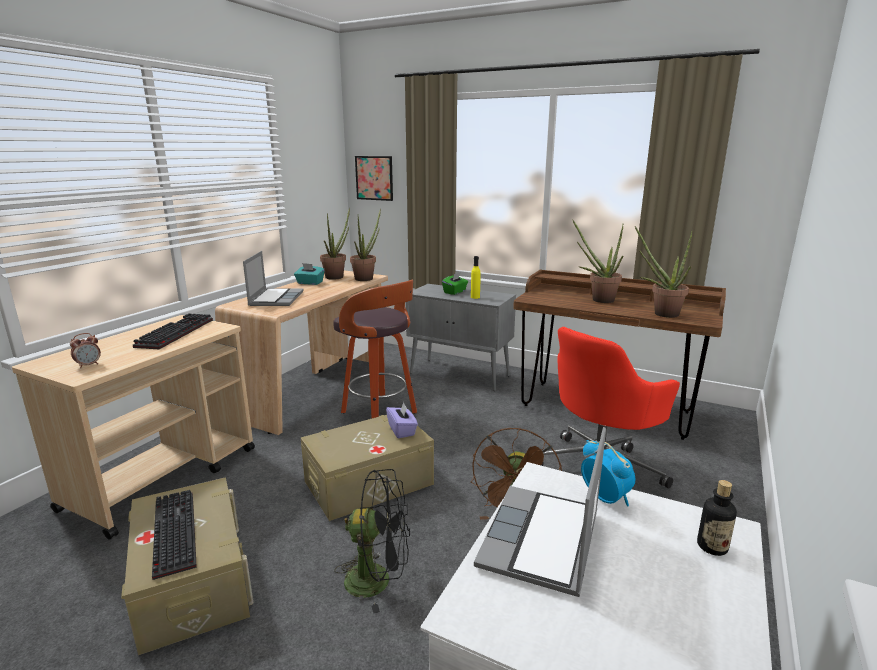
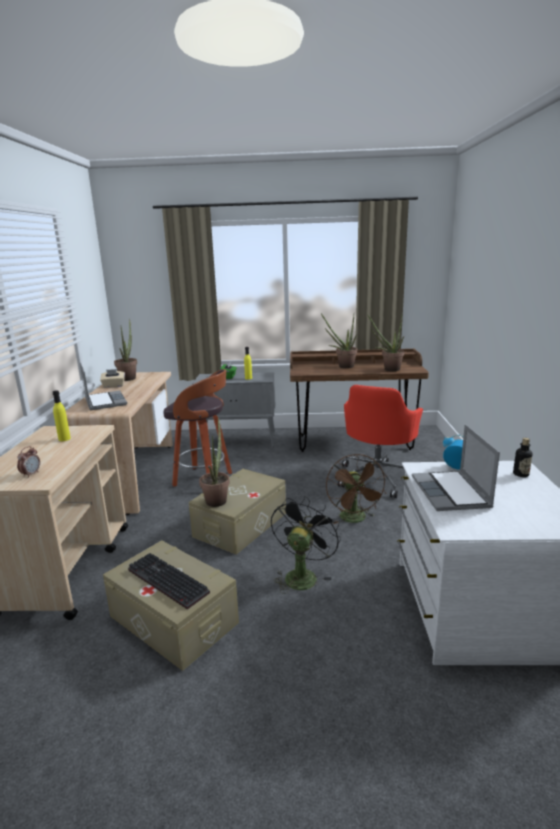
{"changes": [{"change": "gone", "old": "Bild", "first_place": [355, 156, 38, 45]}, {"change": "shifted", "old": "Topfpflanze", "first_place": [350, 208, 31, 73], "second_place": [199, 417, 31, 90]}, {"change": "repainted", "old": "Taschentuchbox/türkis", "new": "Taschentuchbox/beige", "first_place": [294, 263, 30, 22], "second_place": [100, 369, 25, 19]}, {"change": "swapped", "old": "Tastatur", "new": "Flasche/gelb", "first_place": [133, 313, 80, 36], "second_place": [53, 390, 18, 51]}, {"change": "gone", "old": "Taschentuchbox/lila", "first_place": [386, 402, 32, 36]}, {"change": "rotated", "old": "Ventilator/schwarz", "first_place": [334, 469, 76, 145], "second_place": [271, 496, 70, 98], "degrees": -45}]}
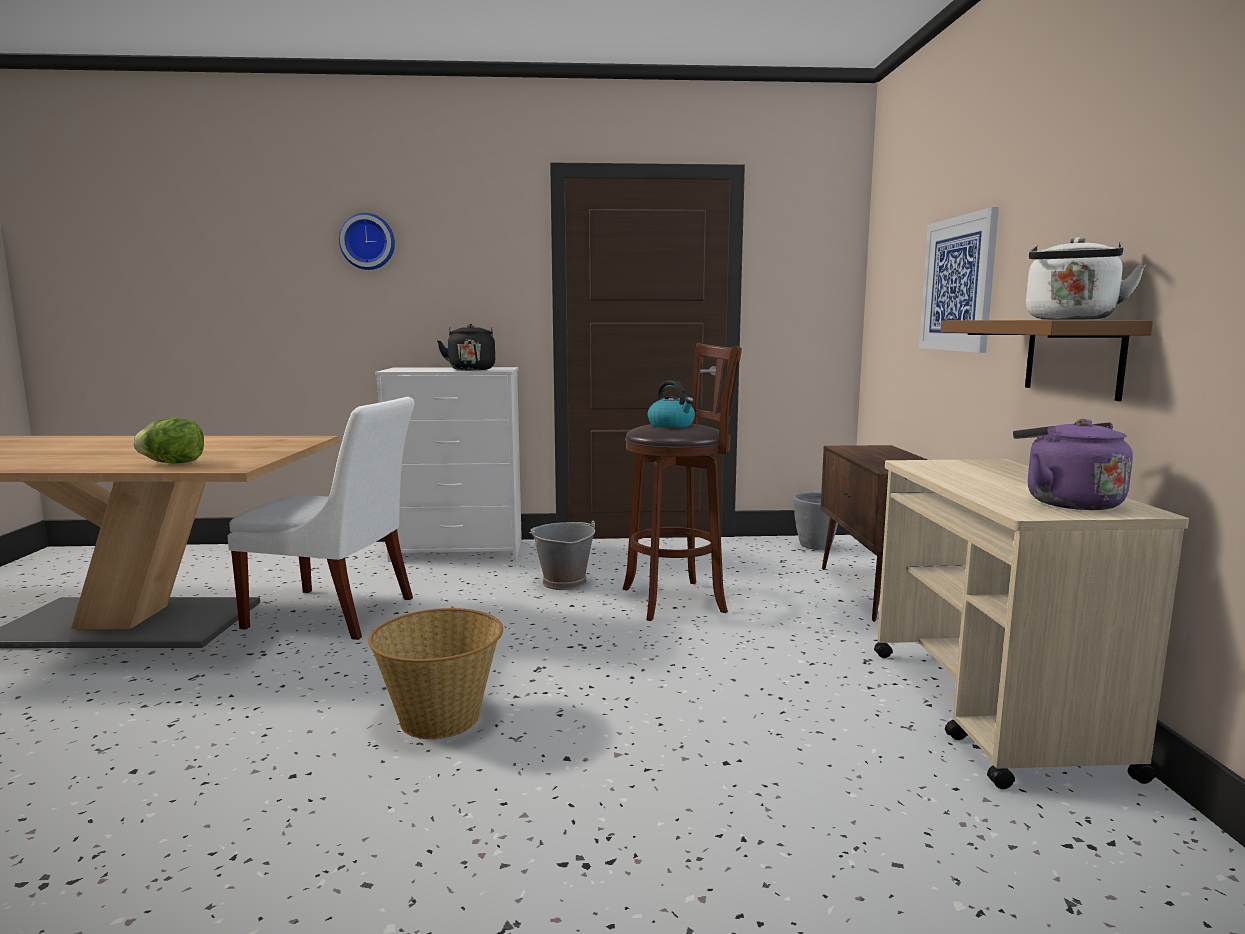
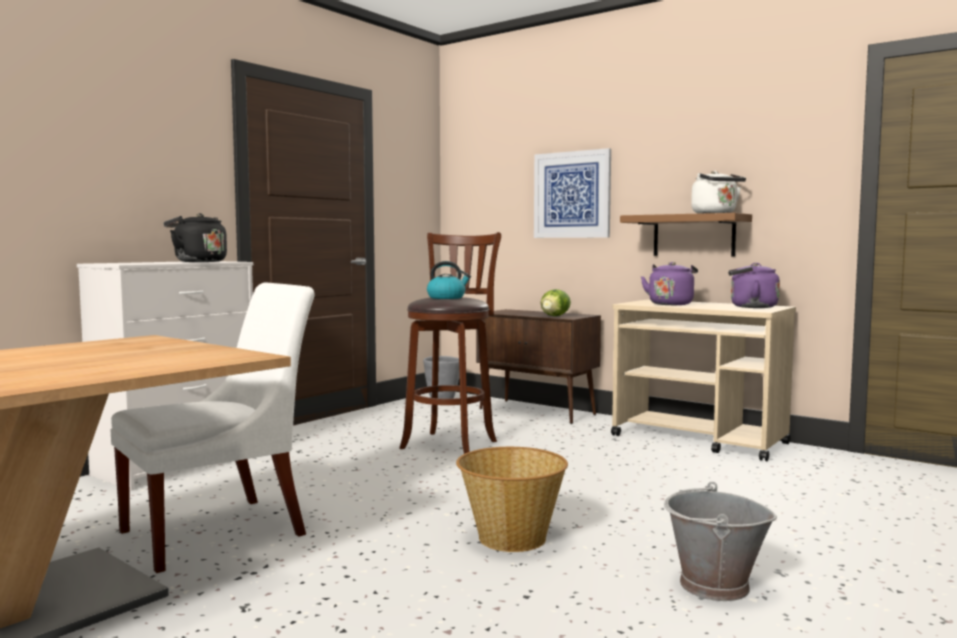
{"changes": [{"change": "gone", "old": "Wanduhr", "first_place": [339, 213, 56, 57]}, {"change": "shifted", "old": "Salatkopf", "first_place": [133, 418, 71, 46], "second_place": [541, 289, 30, 27]}, {"change": "shifted", "old": "Eimer/grau", "first_place": [530, 521, 65, 69], "second_place": [664, 482, 113, 119]}, {"change": "new", "new": "Wasserkessel/lila", "second_place": [641, 262, 57, 43]}]}
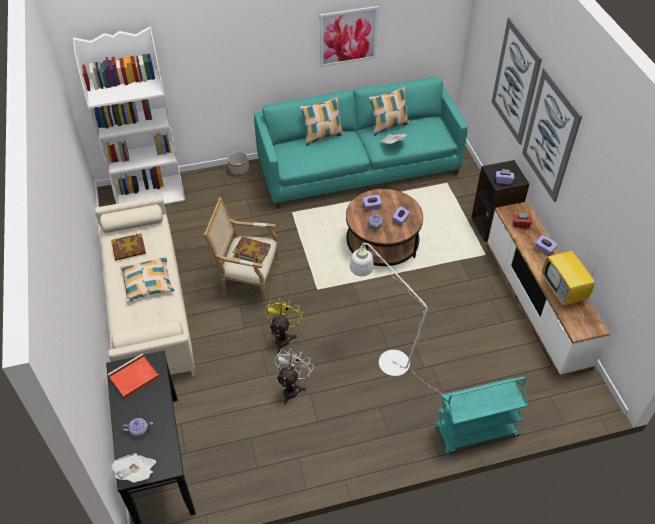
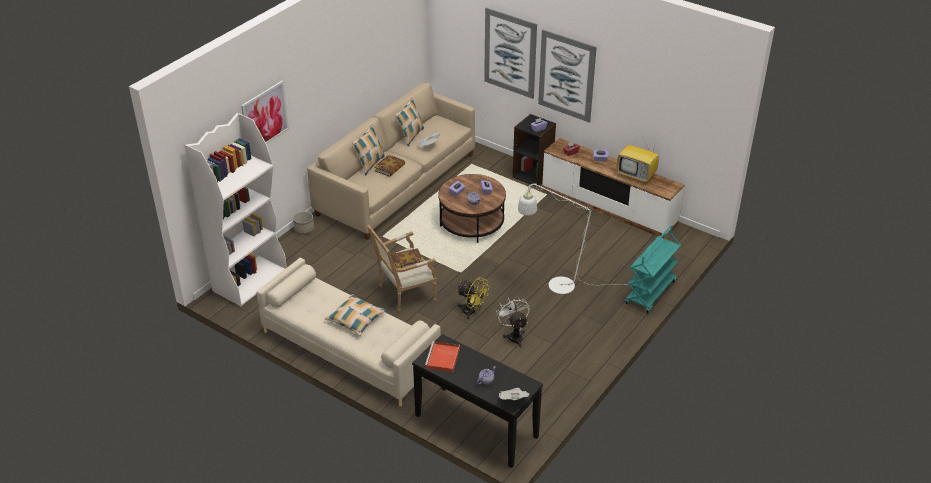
{"changes": [{"change": "shifted", "old": "Bild", "first_place": [320, 6, 59, 61], "second_place": [241, 81, 48, 63]}, {"change": "repainted", "old": "Sofa/türkis", "new": "Sofa/beige", "first_place": [254, 77, 214, 132], "second_place": [307, 83, 168, 157]}, {"change": "shifted", "old": "Buch", "first_place": [111, 233, 35, 27], "second_place": [374, 155, 31, 22]}, {"change": "rotated", "old": "Ventilator/gelb", "first_place": [265, 298, 38, 55], "second_place": [456, 277, 34, 42], "degrees": 150}]}
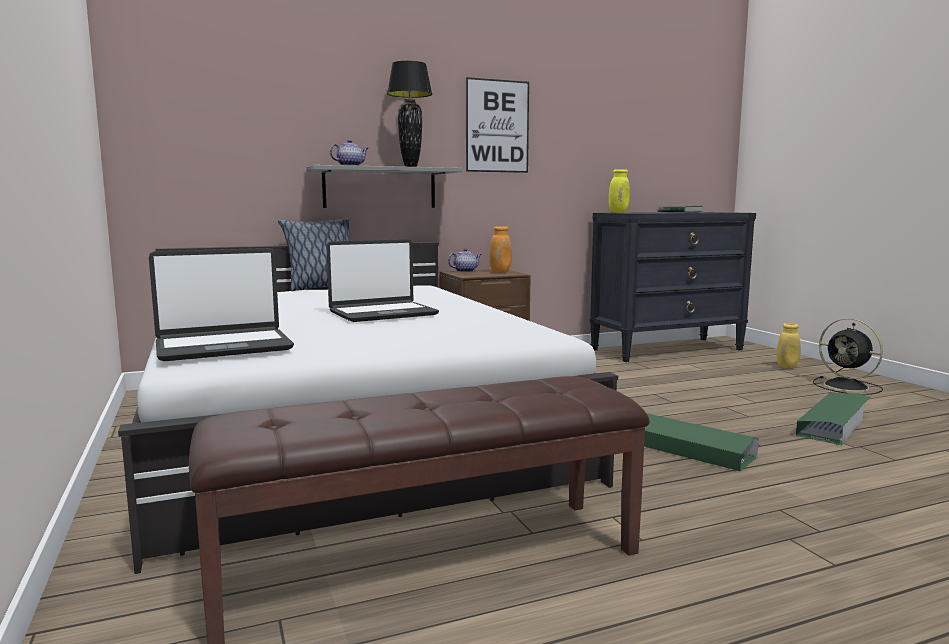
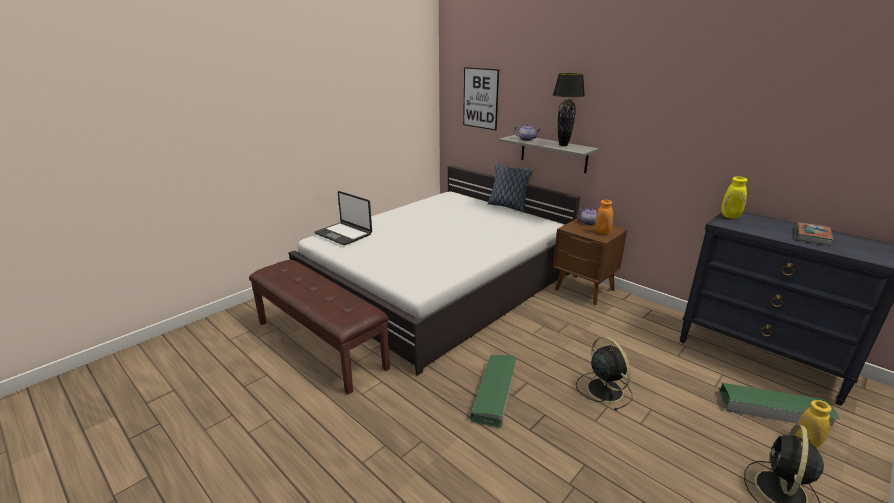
{"changes": [{"change": "shifted", "old": "Bild", "first_place": [466, 77, 63, 96], "second_place": [463, 67, 36, 63]}, {"change": "gone", "old": "Laptop", "first_place": [326, 239, 113, 83]}, {"change": "shifted", "old": "Aufbewahrungsbox/grün", "first_place": [796, 393, 74, 52], "second_place": [720, 383, 120, 43]}, {"change": "new", "new": "Ventilator/schwarz", "second_place": [576, 337, 56, 74]}]}
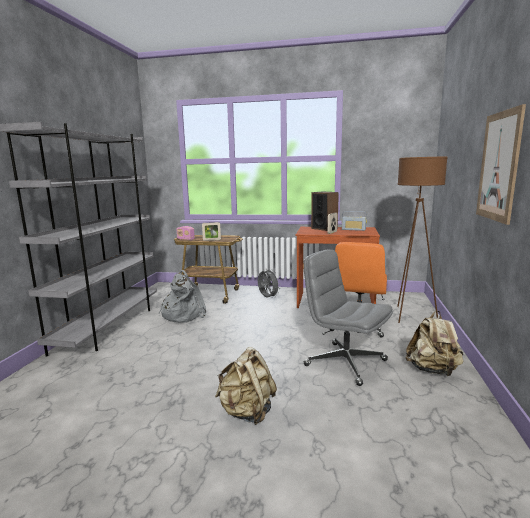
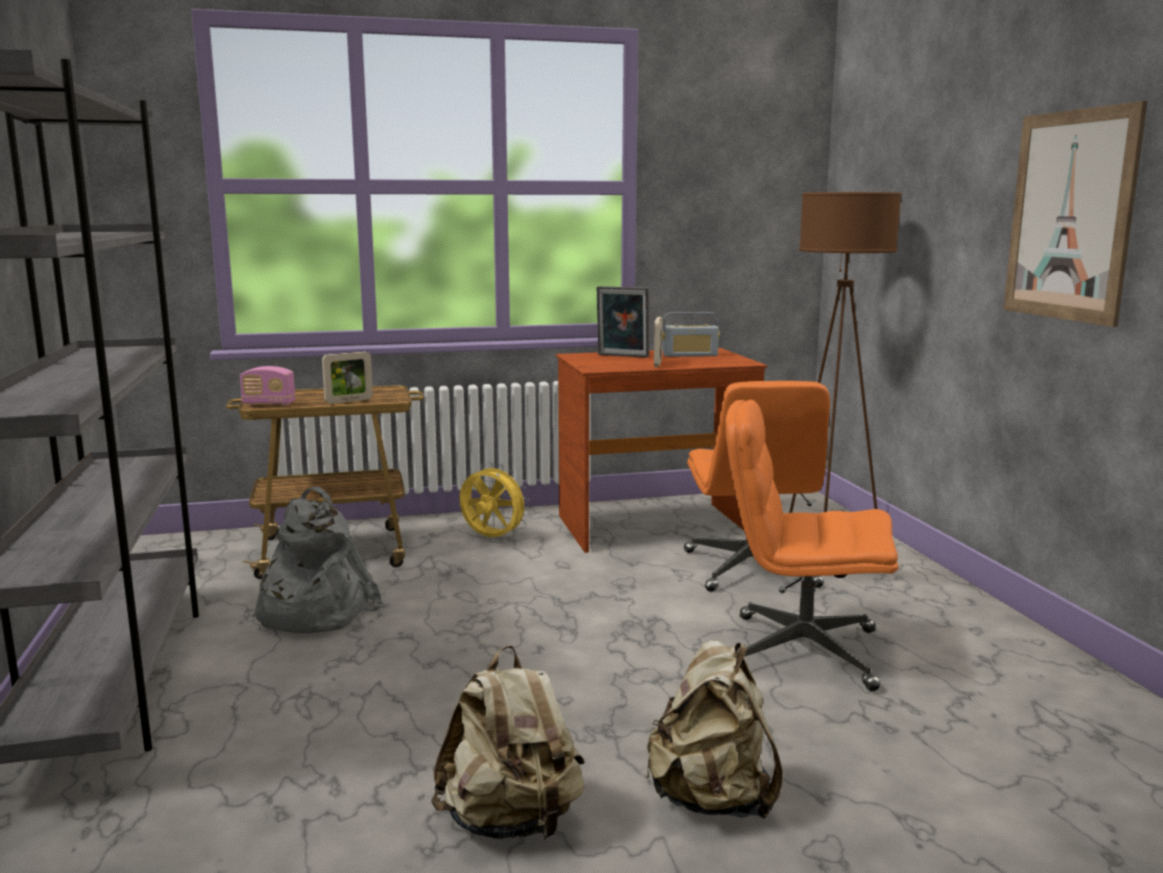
{"changes": [{"change": "swapped", "old": "Lautsprecher", "new": "Bilderrahmen", "first_place": [311, 191, 28, 40], "second_place": [597, 286, 52, 72]}, {"change": "repainted", "old": "Bürostuhl/grau", "new": "Bürostuhl/orange", "first_place": [303, 250, 90, 136], "second_place": [725, 400, 174, 291]}, {"change": "repainted", "old": "Ventilator/grau", "new": "Ventilator/gelb", "first_place": [258, 268, 23, 30], "second_place": [459, 463, 71, 75]}, {"change": "shifted", "old": "Rucksack/beige", "first_place": [406, 311, 57, 65], "second_place": [431, 645, 154, 195]}]}
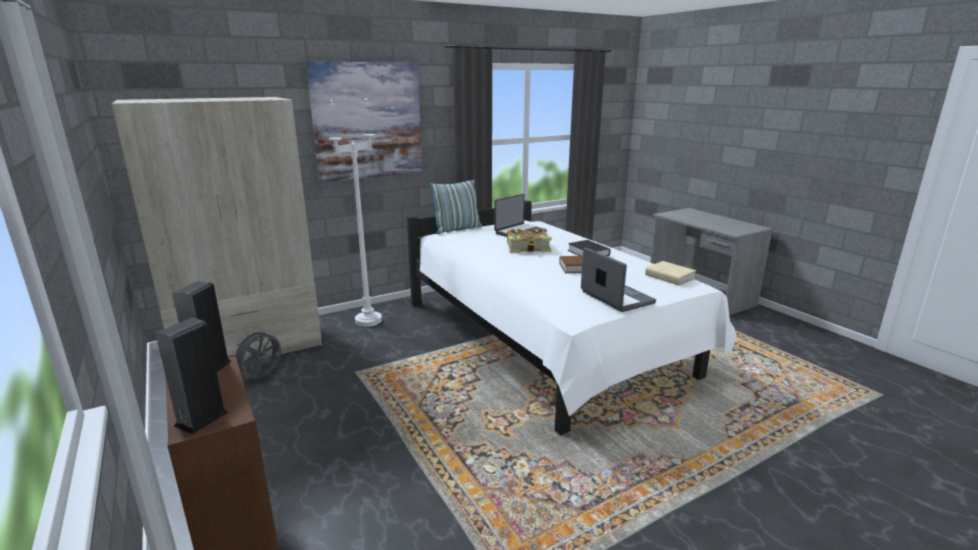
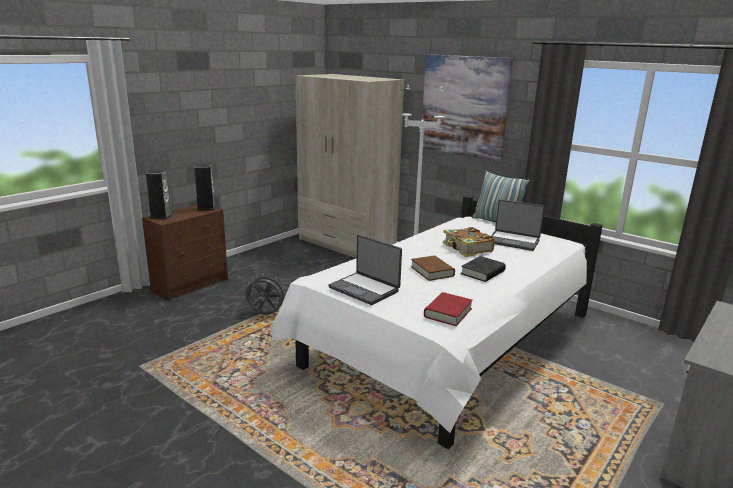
{"changes": [{"change": "rotated", "old": "Laptop", "first_place": [581, 247, 75, 65], "second_place": [328, 235, 74, 70], "degrees": 90}, {"change": "repainted", "old": "Buch/beige", "new": "Buch/rot", "first_place": [645, 261, 51, 25], "second_place": [424, 292, 49, 34]}, {"change": "shifted", "old": "Ventilator/grau", "first_place": [231, 329, 50, 51], "second_place": [246, 274, 41, 41]}]}
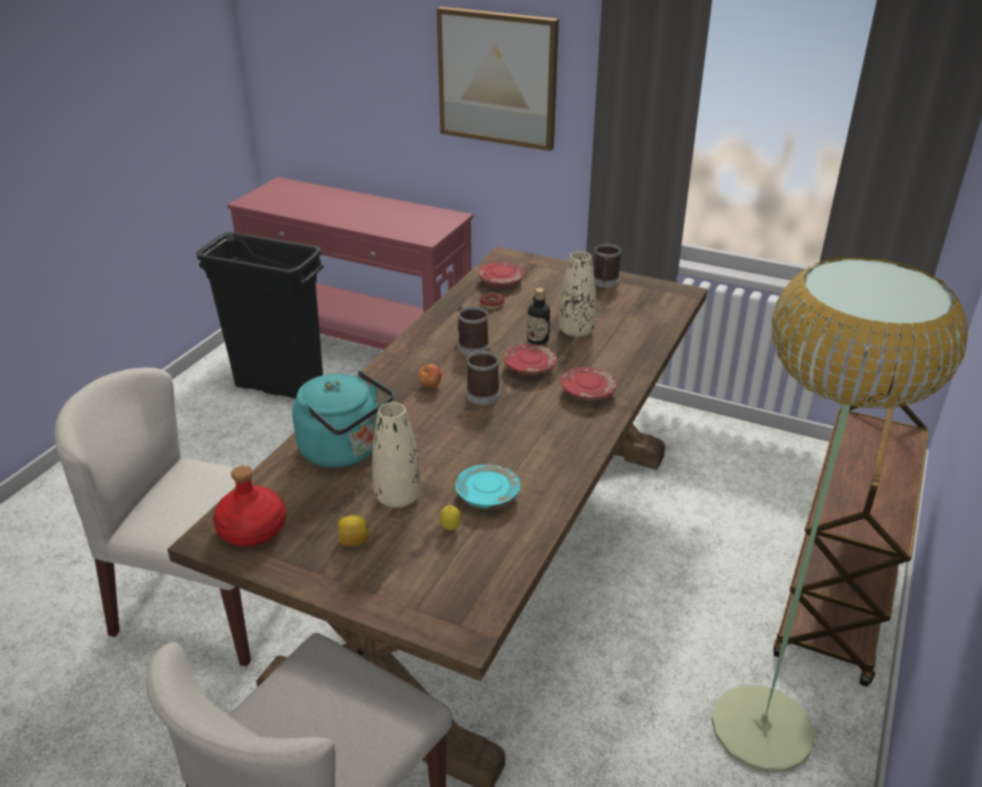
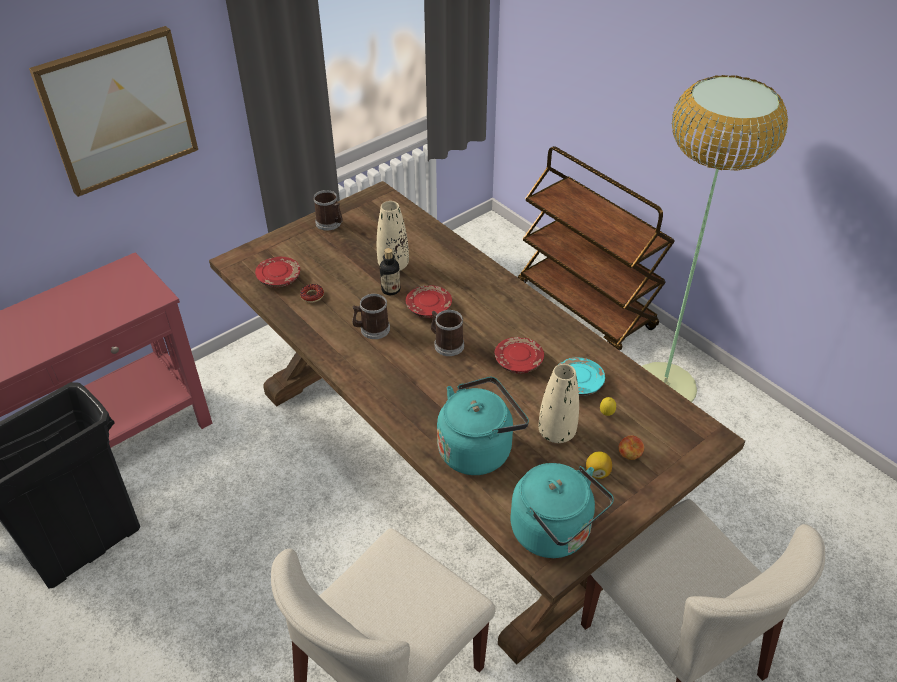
{"changes": [{"change": "shifted", "old": "Apfel", "first_place": [418, 364, 24, 24], "second_place": [619, 435, 25, 25]}, {"change": "shifted", "old": "Teller/rot", "first_place": [561, 367, 56, 34], "second_place": [495, 337, 49, 36]}, {"change": "swapped", "old": "Flasche/rot", "new": "Wasserkessel/türkis", "first_place": [213, 466, 73, 81], "second_place": [511, 463, 103, 95]}]}
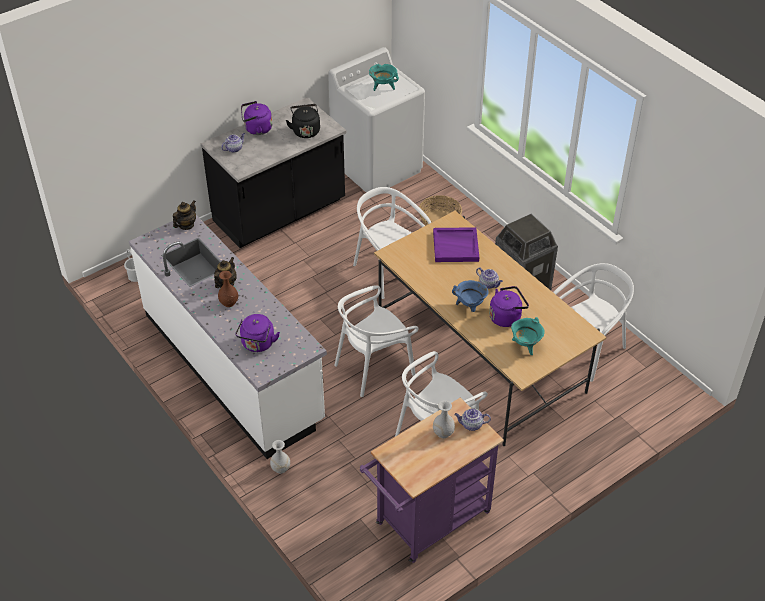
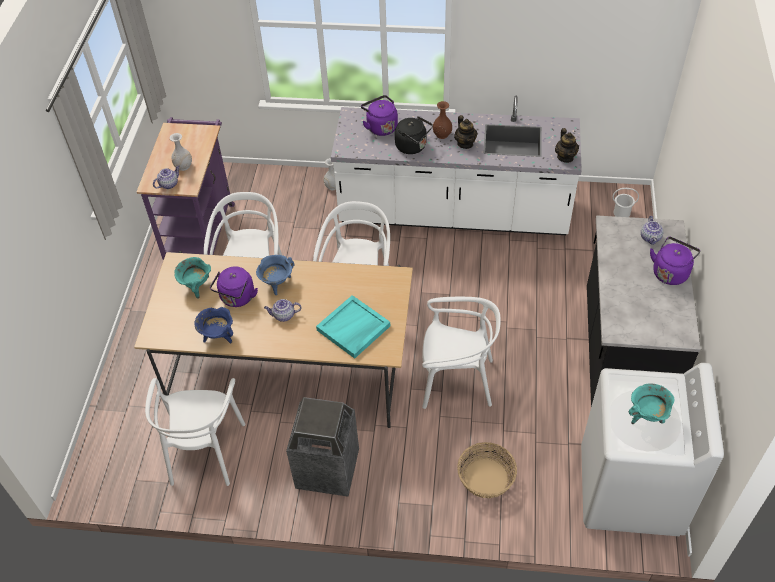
{"changes": [{"change": "shifted", "old": "Wasserkessel/schwarz", "first_place": [286, 104, 34, 34], "second_place": [395, 116, 38, 38]}, {"change": "repainted", "old": "Tablett/lila", "new": "Tablett/türkis", "first_place": [433, 227, 46, 35], "second_place": [316, 295, 74, 64]}, {"change": "new", "new": "Kochtopf/blau", "second_place": [194, 307, 39, 37]}]}
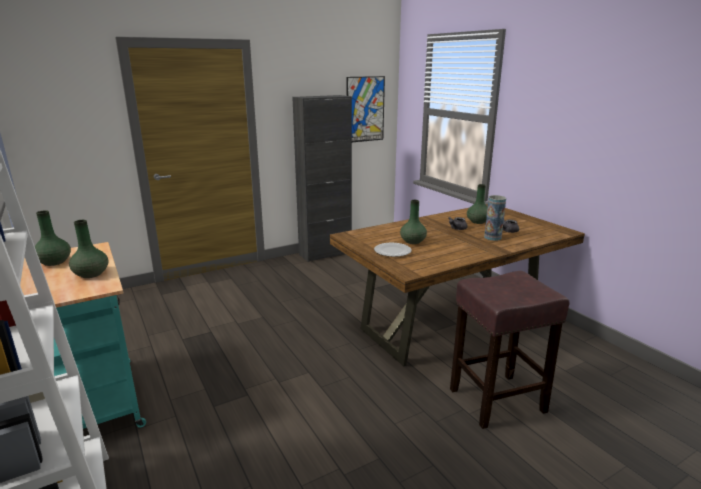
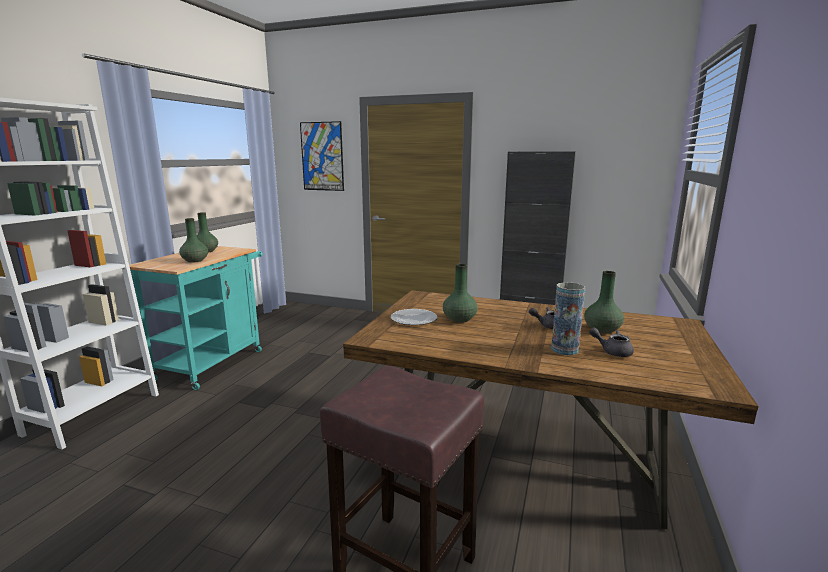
{"changes": [{"change": "shifted", "old": "Bild", "first_place": [347, 76, 38, 66], "second_place": [300, 121, 44, 70]}]}
